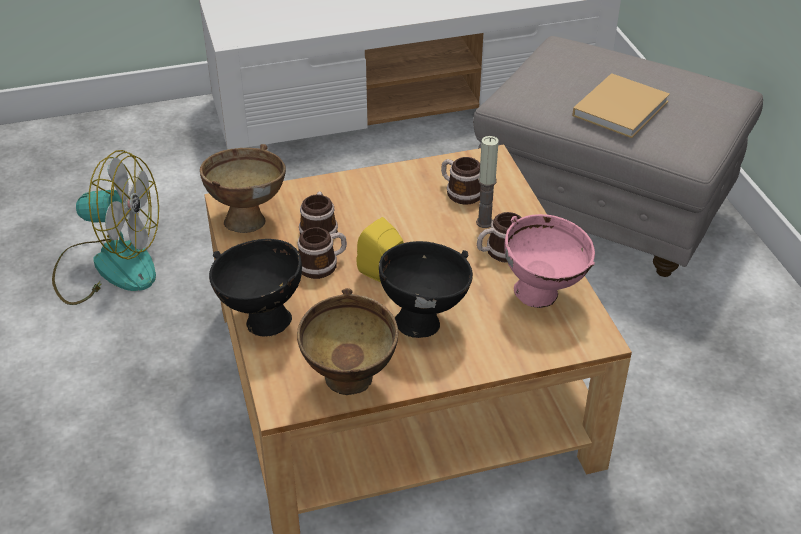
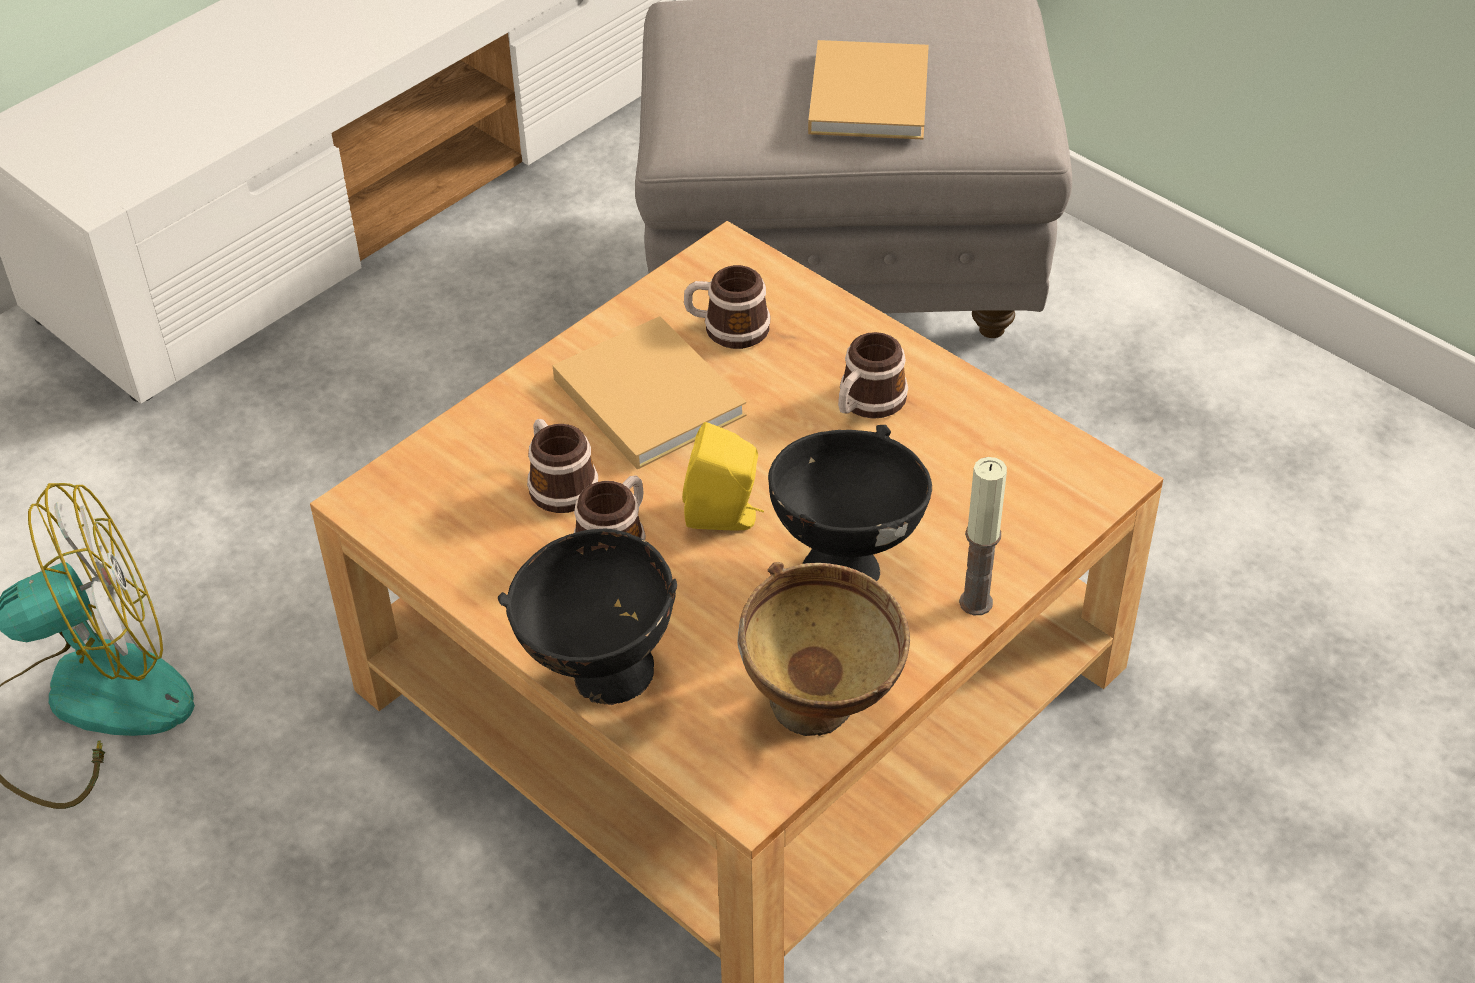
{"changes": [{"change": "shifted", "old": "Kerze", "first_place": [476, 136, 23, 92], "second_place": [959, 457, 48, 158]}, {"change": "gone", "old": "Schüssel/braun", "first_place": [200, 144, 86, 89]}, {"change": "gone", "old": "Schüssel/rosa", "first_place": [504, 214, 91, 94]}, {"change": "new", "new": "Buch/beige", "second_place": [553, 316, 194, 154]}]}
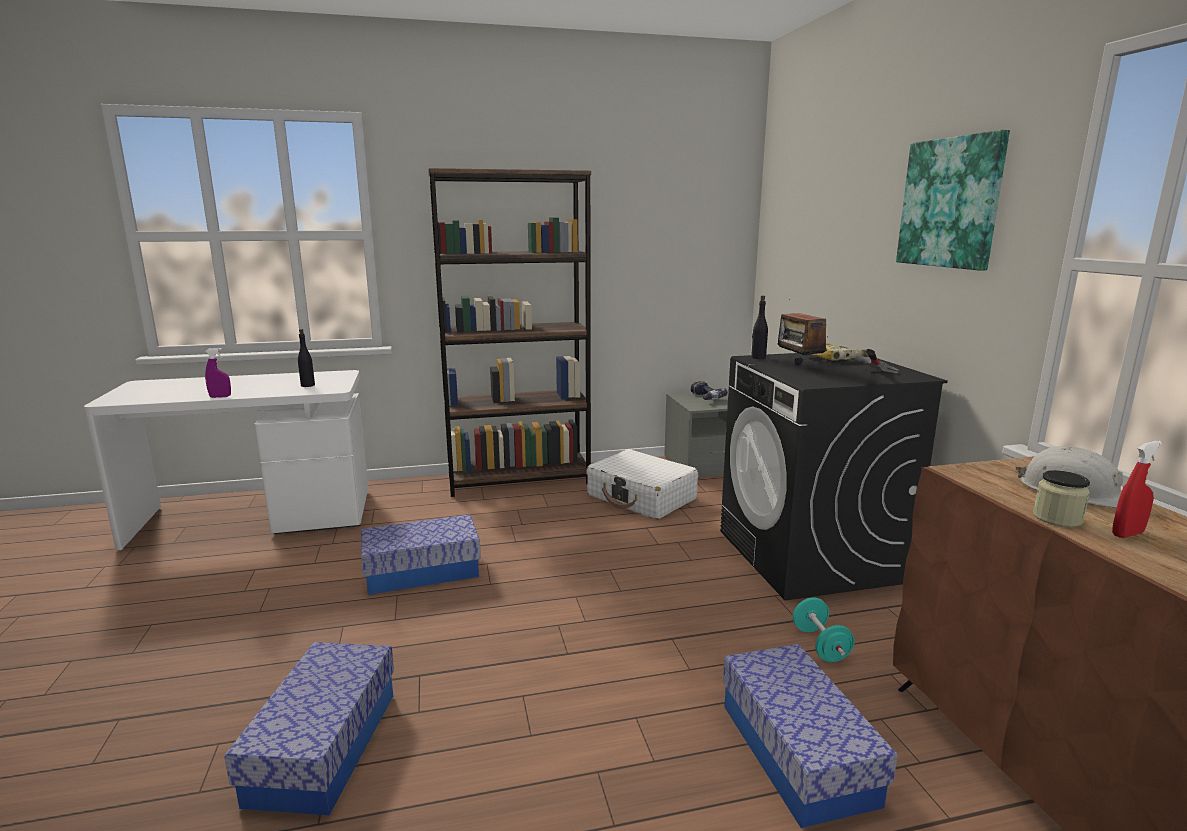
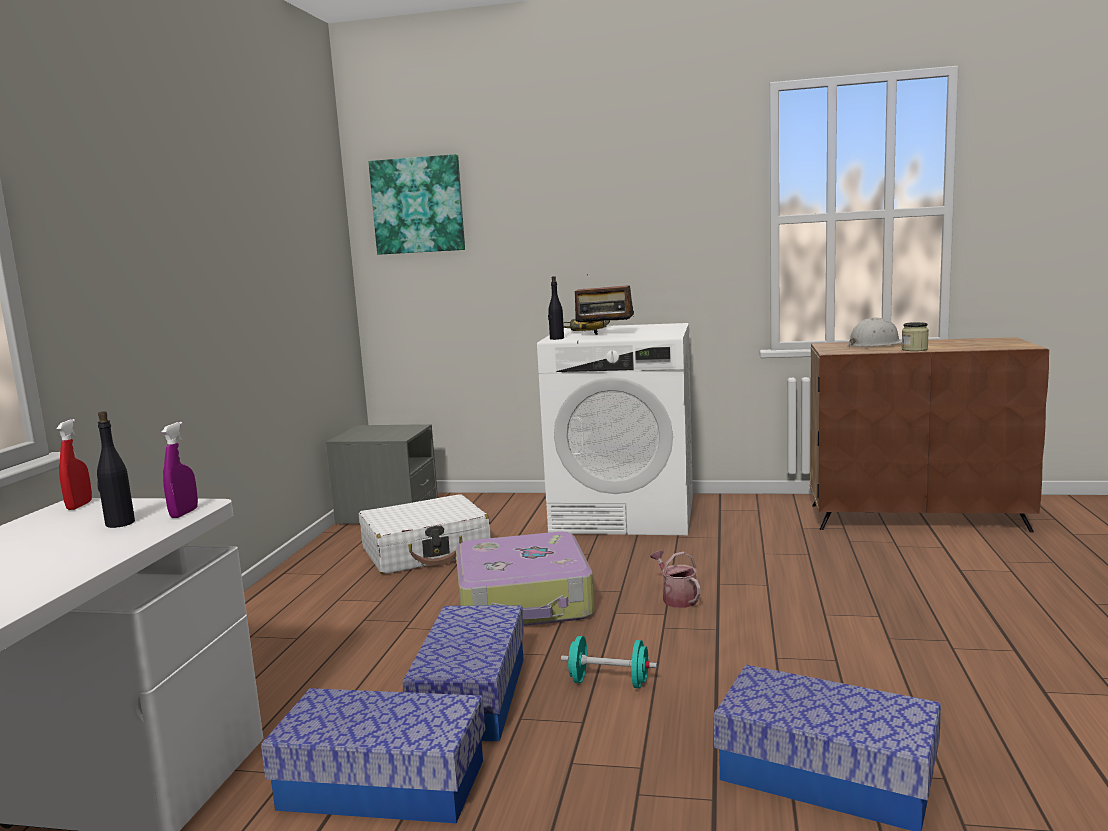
{"changes": [{"change": "shifted", "old": "Bild", "first_place": [896, 130, 114, 141], "second_place": [369, 154, 96, 101]}, {"change": "gone", "old": "Bücherregal/braun", "first_place": [428, 168, 163, 329]}, {"change": "shifted", "old": "Sprühflasche/lila", "first_place": [205, 348, 26, 50], "second_place": [162, 422, 36, 96]}, {"change": "gone", "old": "Hammer", "first_place": [854, 349, 45, 24]}, {"change": "repainted", "old": "Waschmaschine/schwarz", "new": "Waschmaschine/weiß", "first_place": [720, 353, 228, 247], "second_place": [537, 323, 156, 212]}, {"change": "gone", "old": "Bohrmaschine", "first_place": [691, 381, 37, 19]}, {"change": "shifted", "old": "Sprühflasche/rot", "first_place": [1112, 441, 50, 97], "second_place": [56, 419, 36, 91]}, {"change": "shifted", "old": "Hantel/türkis", "first_place": [793, 598, 62, 64], "second_place": [561, 636, 96, 52]}, {"change": "shifted", "old": "Aufbewahrungsbox", "first_place": [723, 644, 175, 184], "second_place": [261, 688, 224, 135]}, {"change": "new", "new": "Koffer", "second_place": [456, 531, 138, 95]}, {"change": "new", "new": "Gießkanne", "second_place": [650, 550, 51, 58]}]}
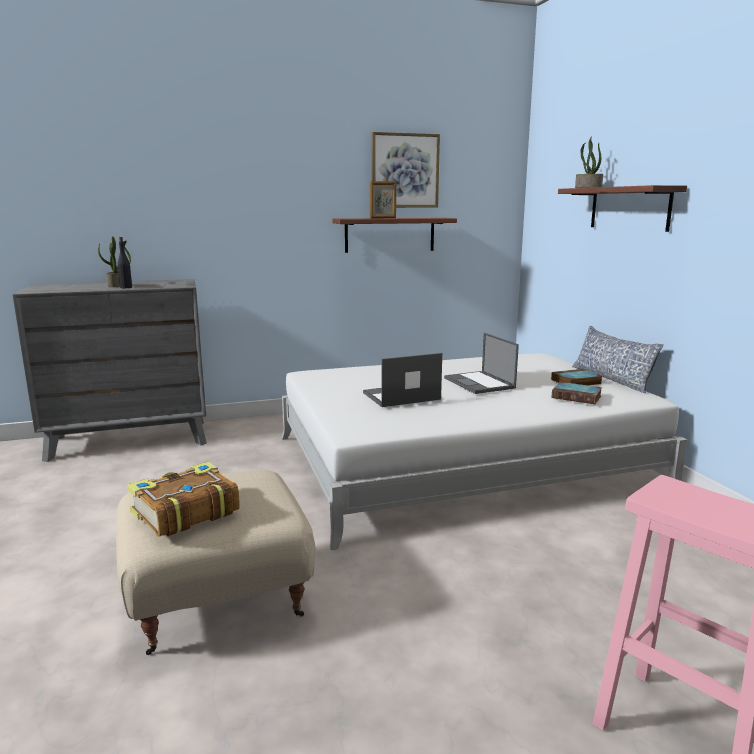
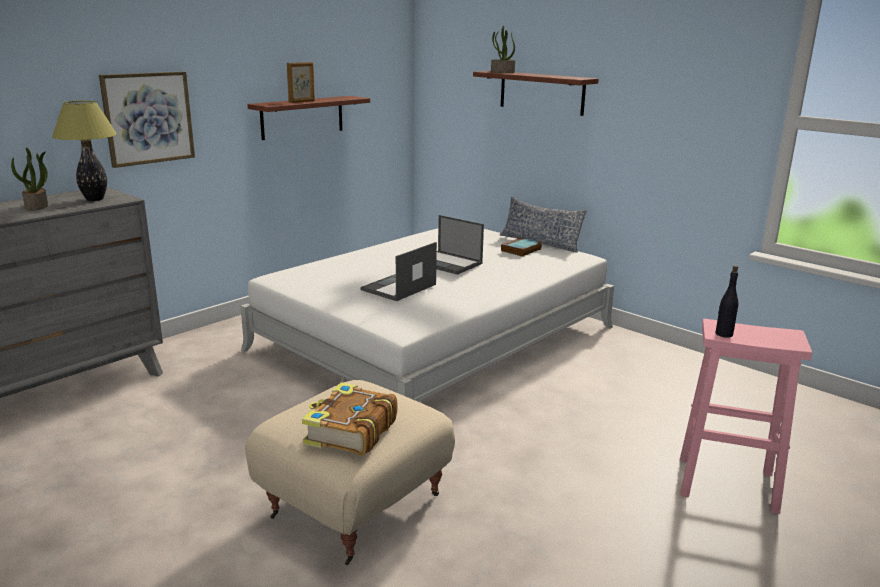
{"changes": [{"change": "shifted", "old": "Bild", "first_place": [372, 132, 68, 76], "second_place": [99, 71, 96, 97]}, {"change": "shifted", "old": "Flasche/schwarz", "first_place": [118, 237, 14, 51], "second_place": [716, 266, 22, 72]}, {"change": "gone", "old": "Buch", "first_place": [552, 382, 50, 22]}, {"change": "new", "new": "Tischlampe", "second_place": [52, 100, 65, 101]}]}
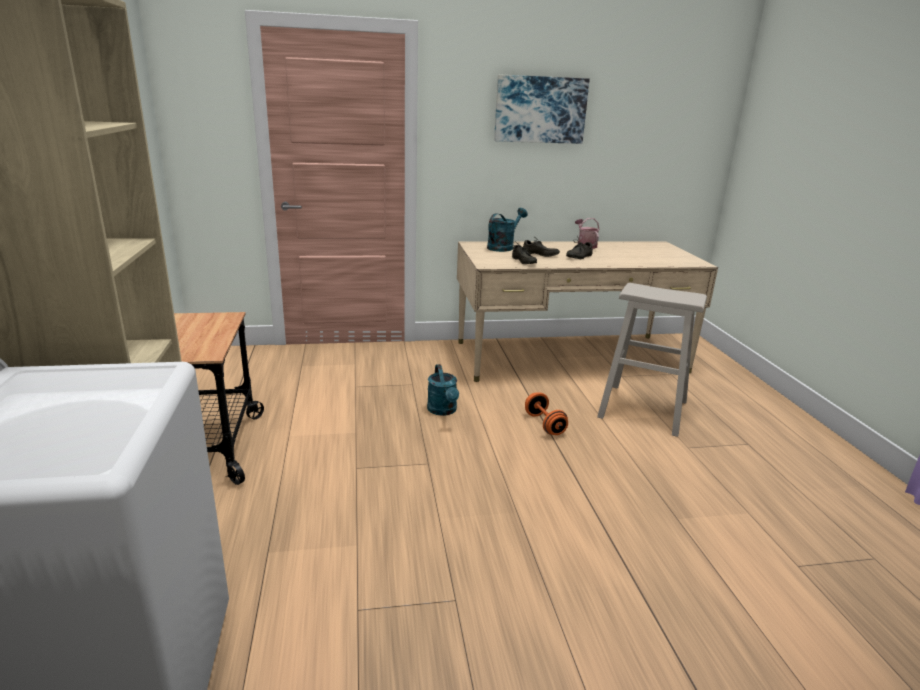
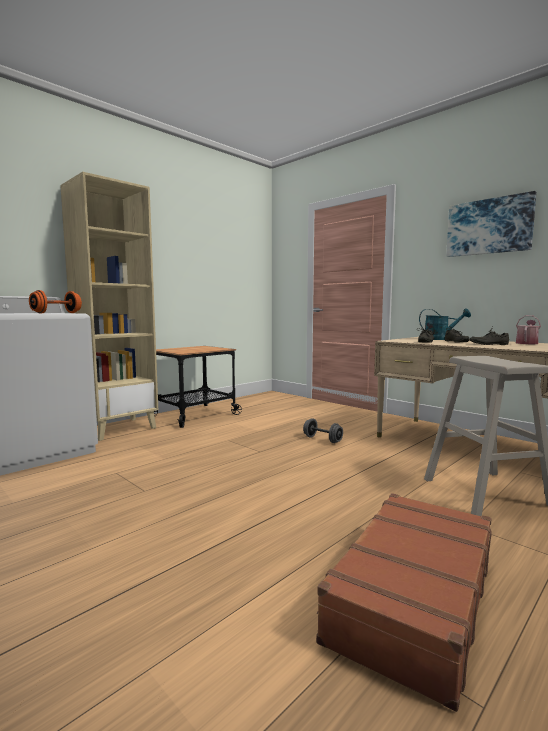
{"changes": [{"change": "swapped", "old": "Gießkanne/türkis", "new": "Hantel/grau", "first_place": [427, 364, 32, 52], "second_place": [303, 419, 40, 24]}, {"change": "shifted", "old": "Hantel/orange", "first_place": [525, 393, 43, 42], "second_place": [29, 290, 53, 24]}, {"change": "new", "new": "Koffer/braun", "second_place": [316, 493, 175, 219]}]}
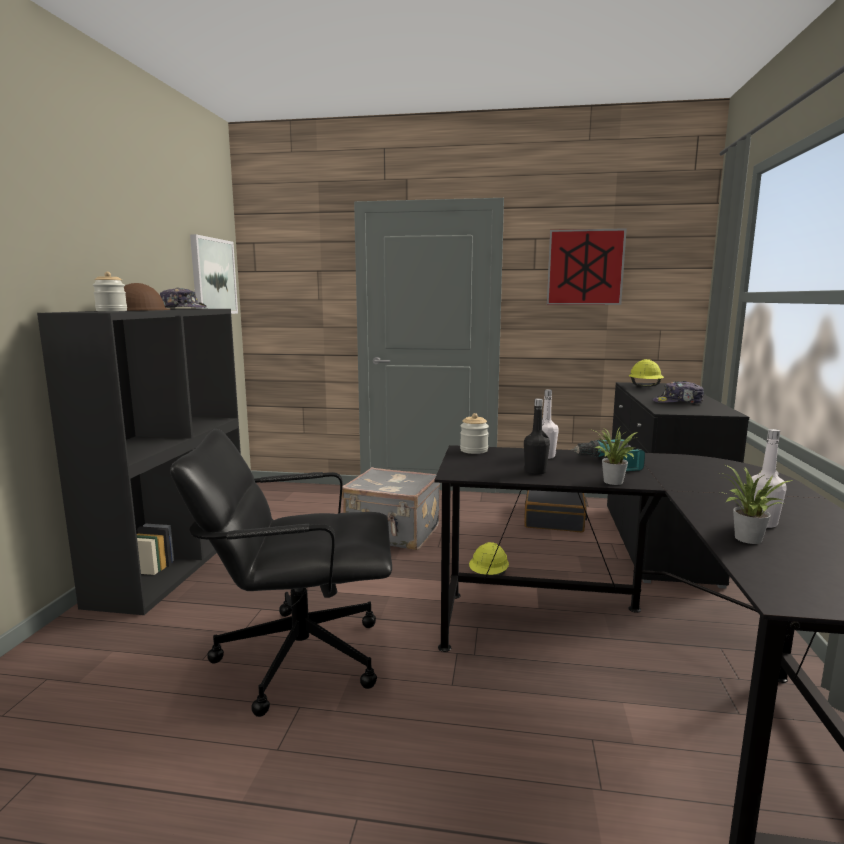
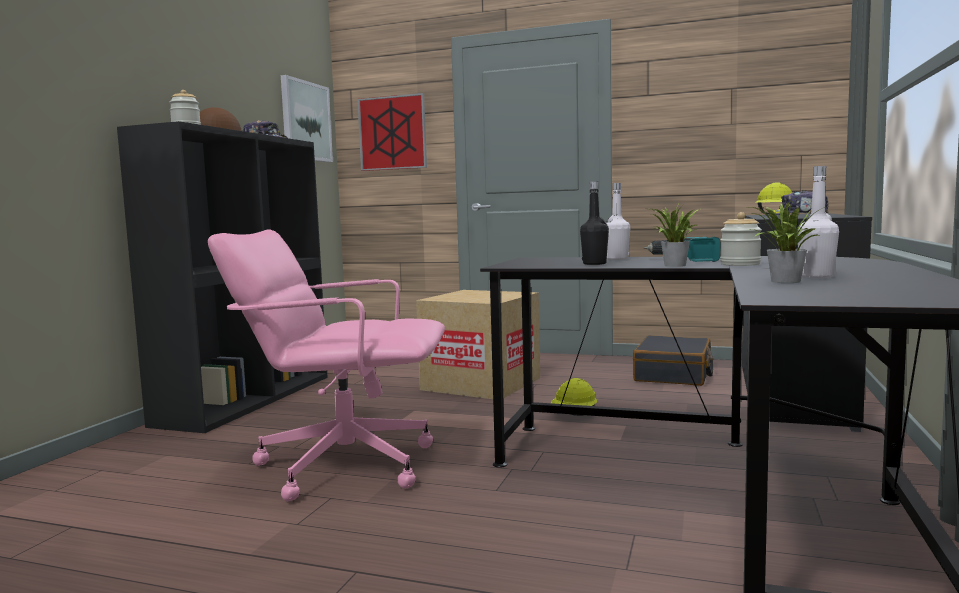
{"changes": [{"change": "shifted", "old": "Bild", "first_place": [547, 228, 80, 77], "second_place": [357, 93, 70, 78]}, {"change": "shifted", "old": "Vorratsglas", "first_place": [460, 413, 29, 41], "second_place": [720, 212, 42, 54]}, {"change": "repainted", "old": "Bürostuhl/schwarz", "new": "Bürostuhl/rosa", "first_place": [170, 429, 222, 288], "second_place": [208, 229, 237, 272]}, {"change": "swapped", "old": "Koffer/grau", "new": "Karton", "first_place": [342, 467, 98, 83], "second_place": [416, 290, 124, 109]}]}
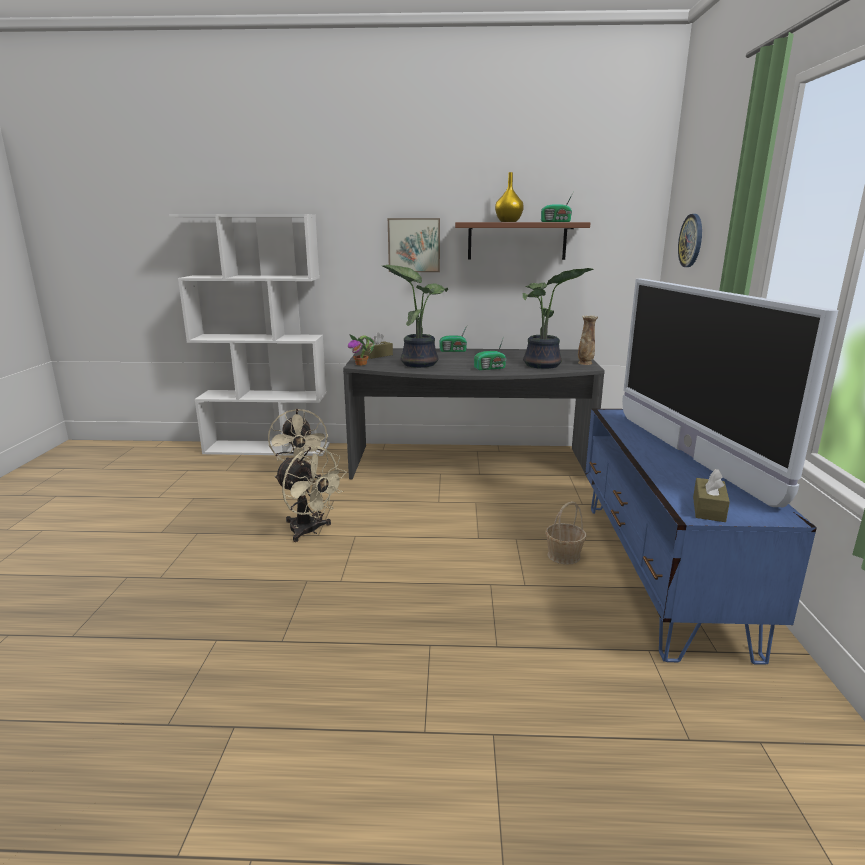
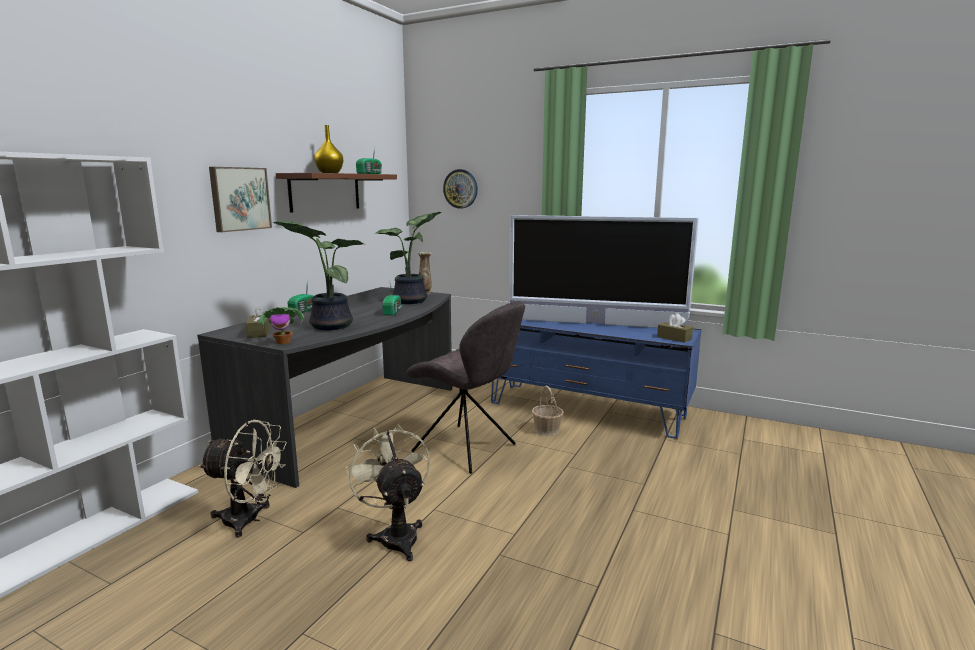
{"changes": [{"change": "rotated", "old": "Ventilator/beige", "first_place": [274, 446, 73, 96], "second_place": [345, 424, 85, 137], "degrees": -90}, {"change": "new", "new": "Stuhl/grau", "second_place": [406, 301, 119, 173]}]}
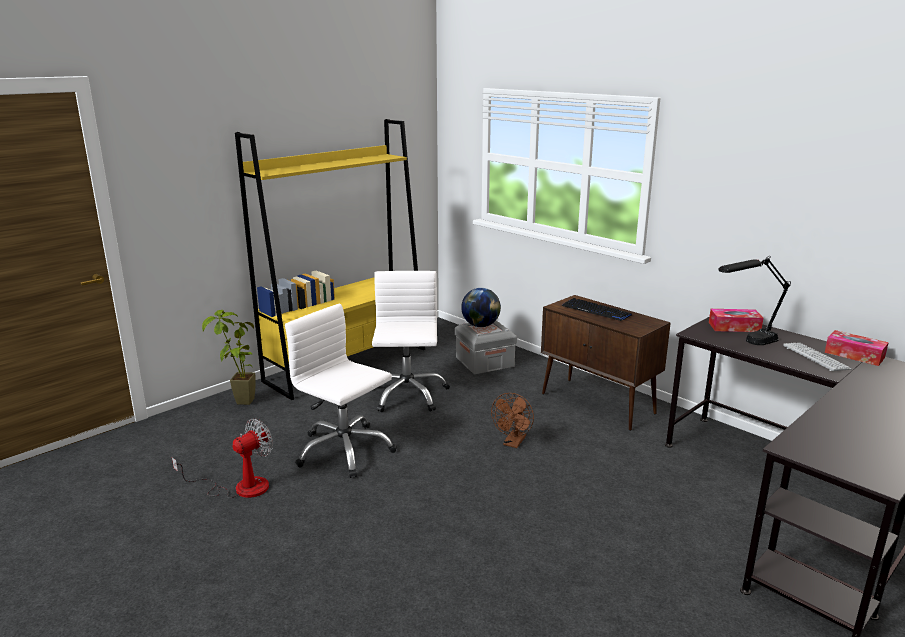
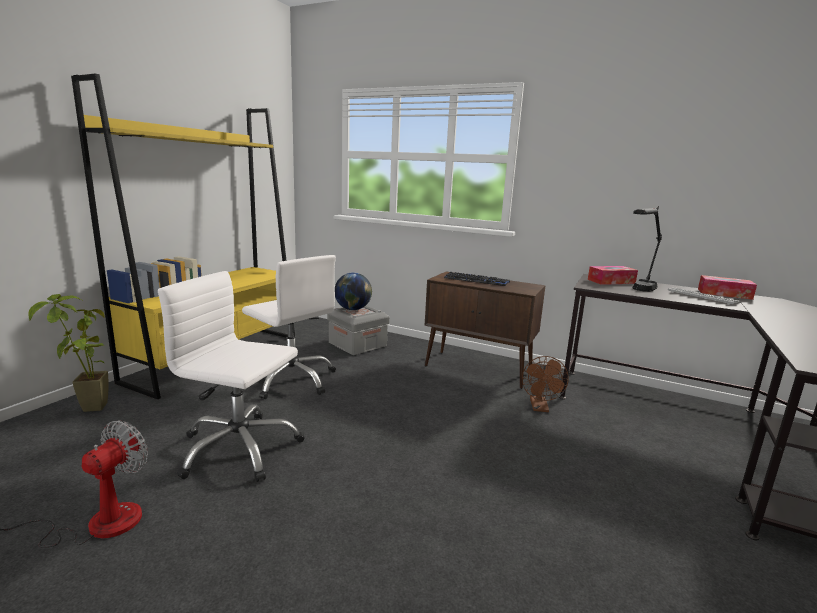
{"changes": [{"change": "rotated", "old": "Bürostuhl/weiß", "first_place": [372, 271, 78, 141], "second_place": [242, 255, 94, 144], "degrees": 150}, {"change": "shifted", "old": "Ventilator/braun", "first_place": [491, 393, 43, 55], "second_place": [522, 356, 47, 56]}]}
